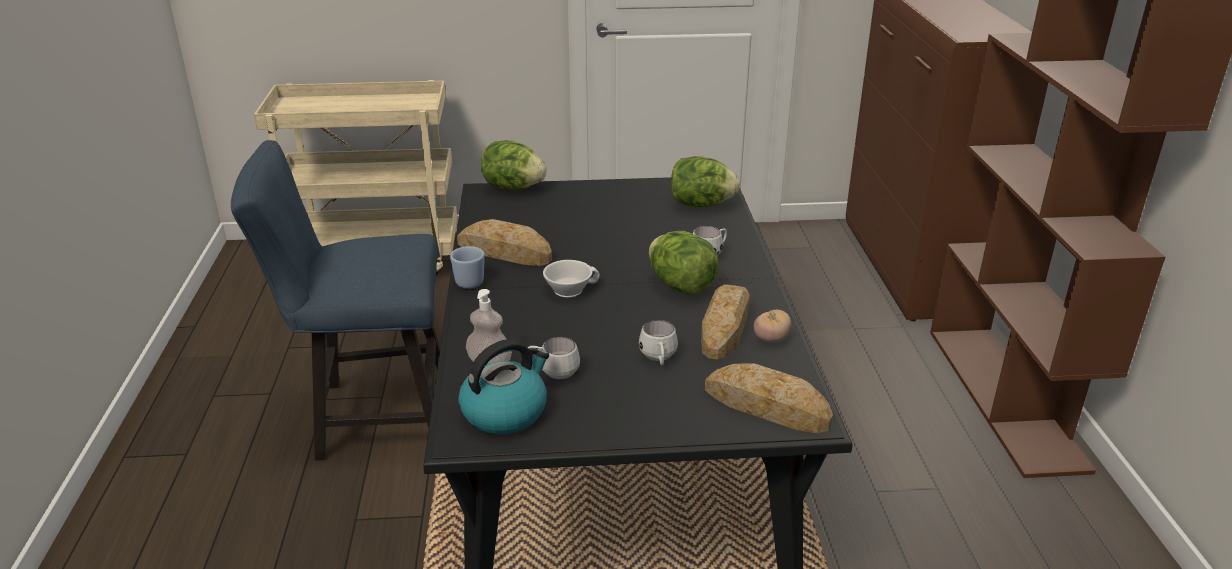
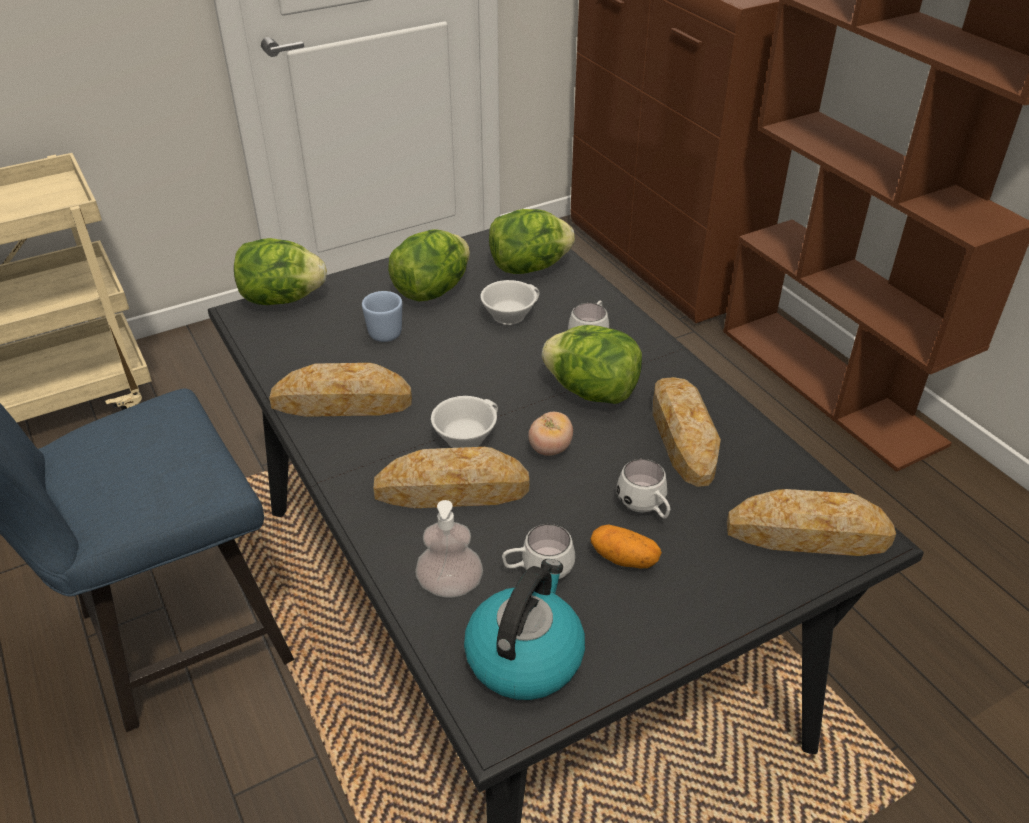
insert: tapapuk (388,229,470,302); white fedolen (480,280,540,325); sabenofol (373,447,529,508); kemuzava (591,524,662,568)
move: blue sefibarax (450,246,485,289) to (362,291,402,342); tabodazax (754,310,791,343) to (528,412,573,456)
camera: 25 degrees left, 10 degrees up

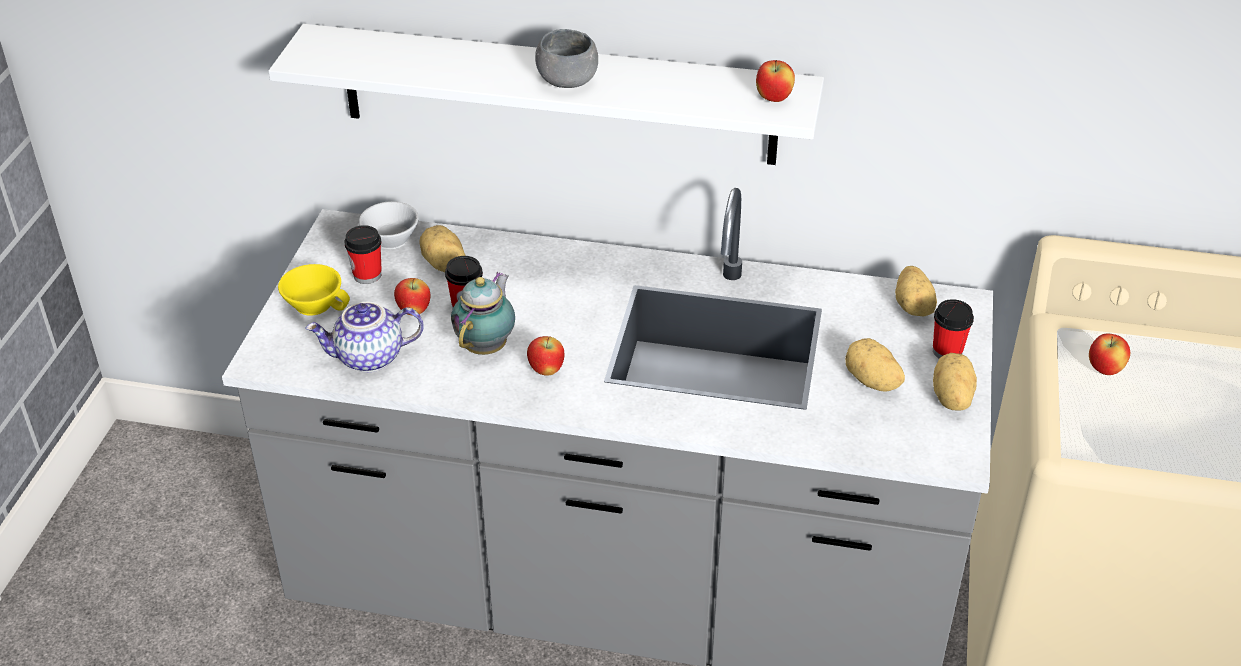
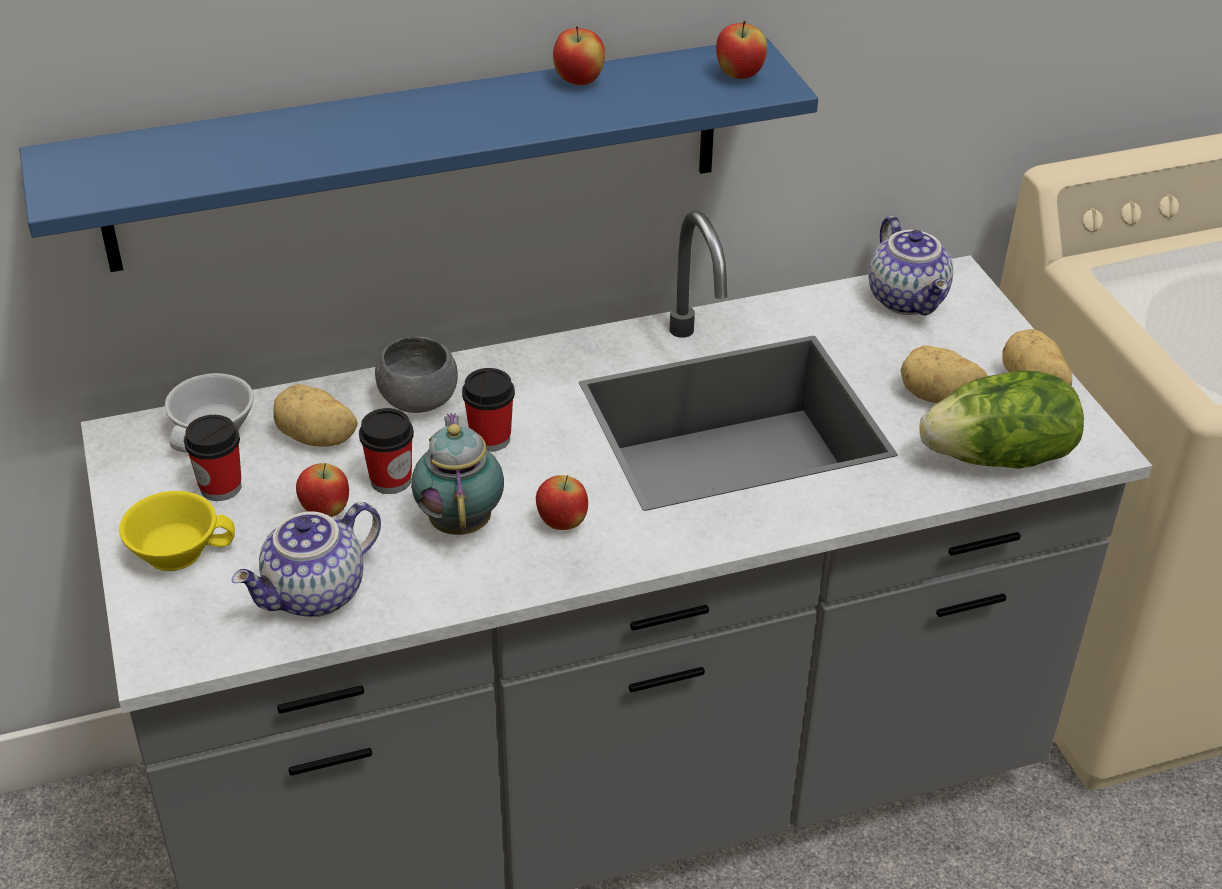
insert: tapapuk (919,371,1084,469)
move: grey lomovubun (535,29,598,88) to (375,337,458,413); fedolen (933,299,974,358) to (462,368,515,452); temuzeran (1089,334,1130,375) to (553,26,605,85)
replace: kemuzava (895,266,937,316) to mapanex (869,216,953,316)
recolor: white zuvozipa (268,24,824,165) to blue zuvozipa (19,37,818,272)
camera: 30 degrees left, 0 degrees up

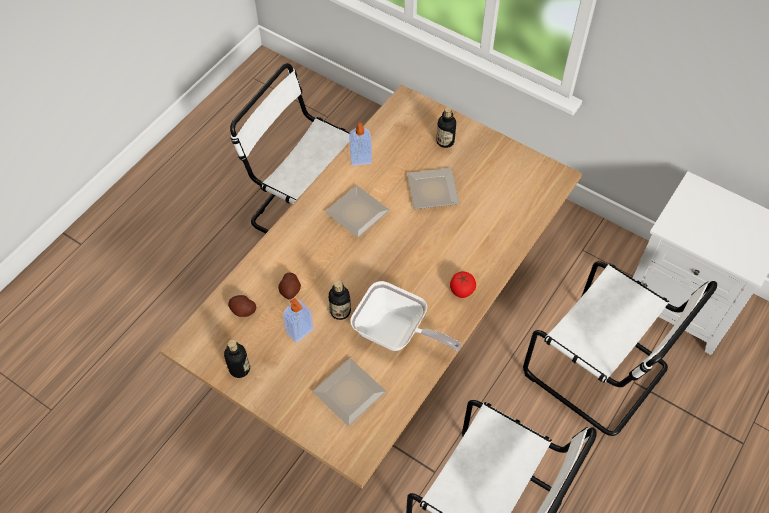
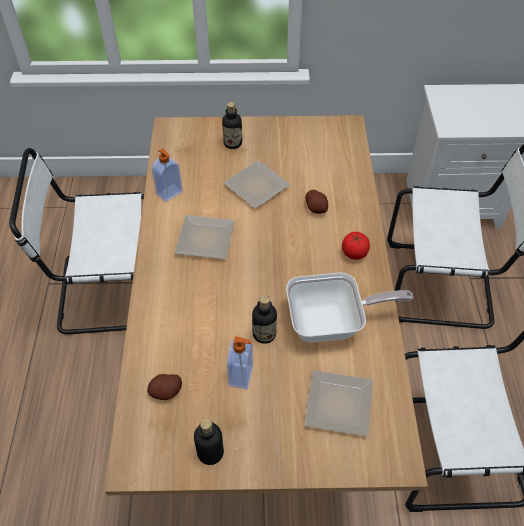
move: kemuzava (278,273,301,299) to (305,190,328,214)
camera: 35 degrees left, 5 degrees down

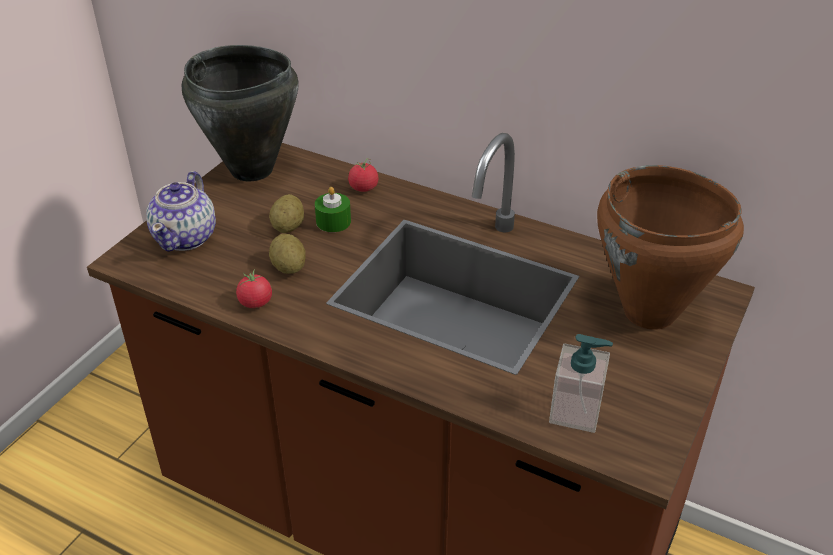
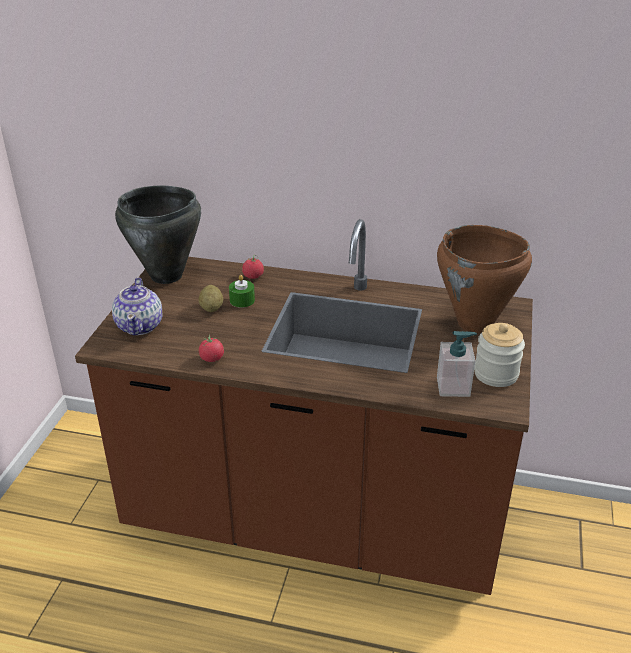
delete: kemuzava (269,234,306,274)
insert: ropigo (474,323,525,387)
camera: 15 degrees left, 5 degrees down

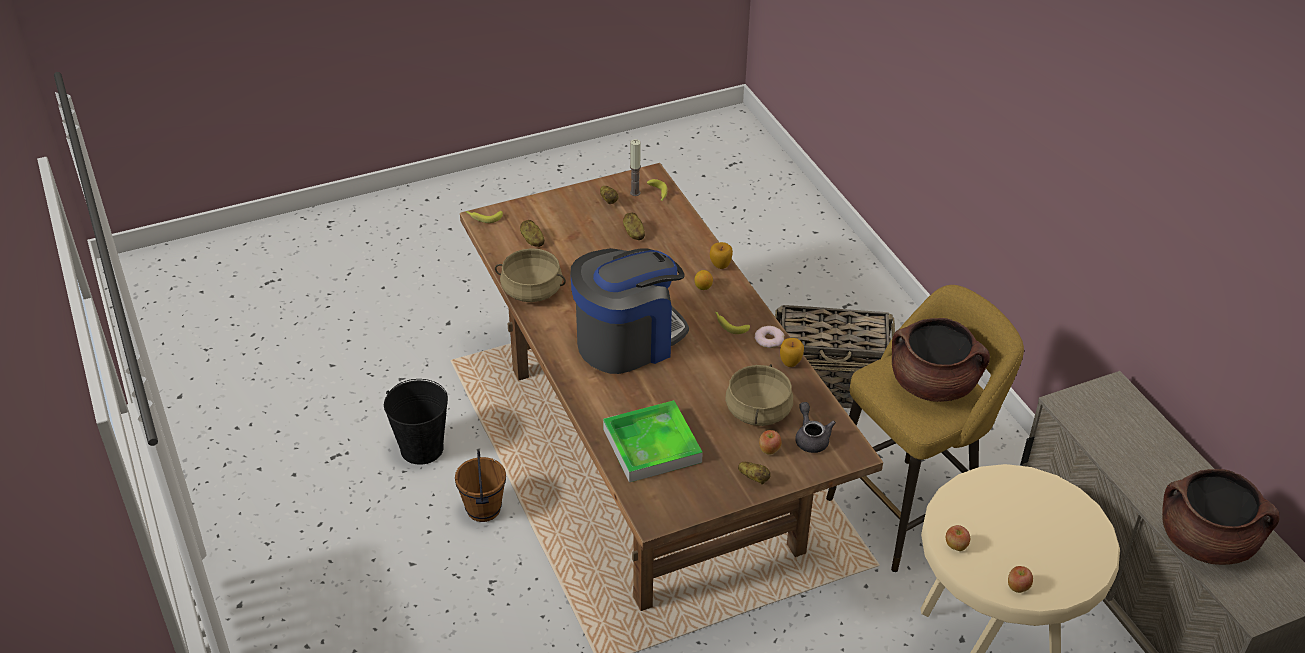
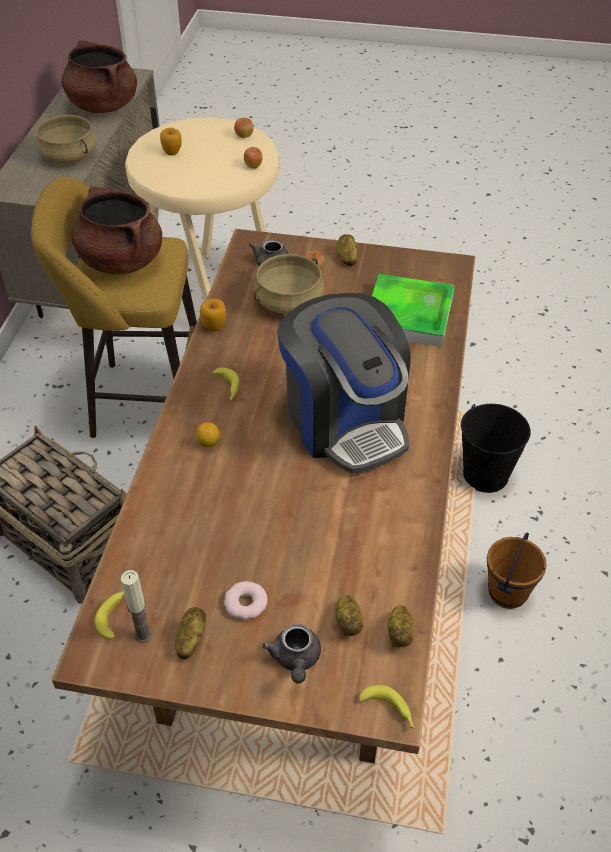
insert: grey mapanex (262,624,321,684)
move: kemuzava (623,213,645,240) to (388,606,415,647); temuzeran (710,242,733,269) to (160,128,182,156); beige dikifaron (495,248,566,302) to (36,115,97,163); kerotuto (755,326,784,348) to (224,581,268,620); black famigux (384,379,448,465) to (461,404,531,493)
rotate: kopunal (571,248,689,374) = (277,293,410,474) 120 degrees counterclockwise
camera: 145 degrees left, 5 degrees up

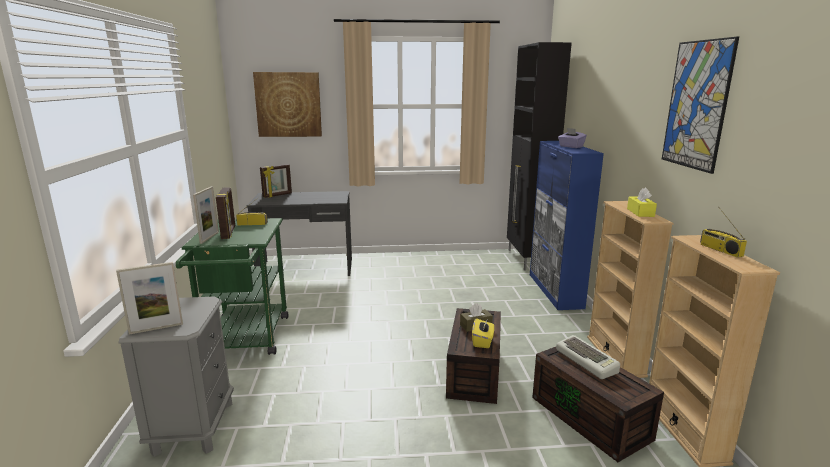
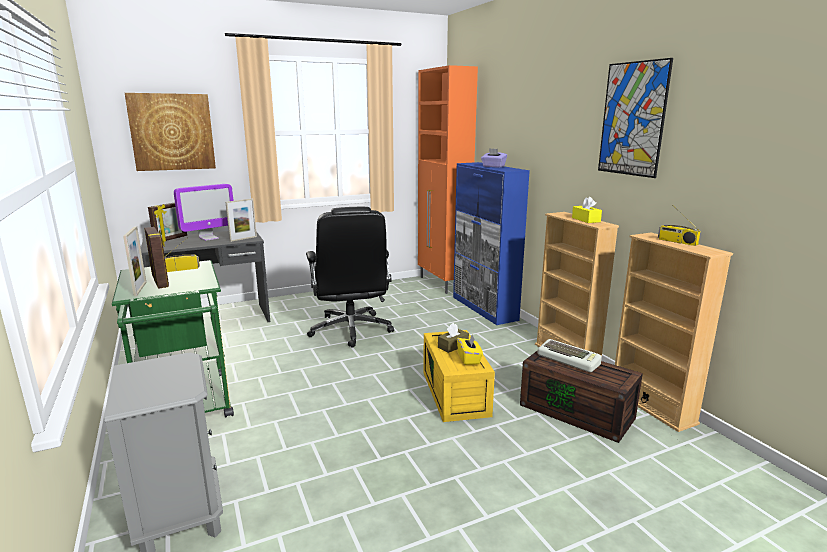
insert: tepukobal (174,184,234,241); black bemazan (306,207,394,348)
move: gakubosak (116,262,183,335) to (225,199,257,242)
recolor: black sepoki (507,42,572,271) to orange sepoki (418,65,478,294); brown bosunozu (446,308,501,404) to yellow bosunozu (423,330,495,422)
camera: 20 degrees left, 0 degrees up

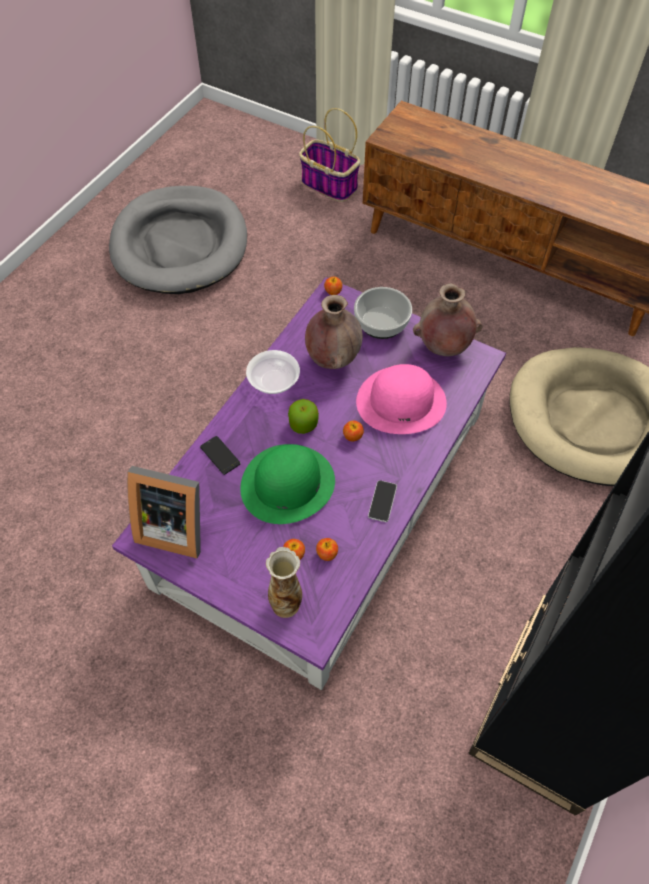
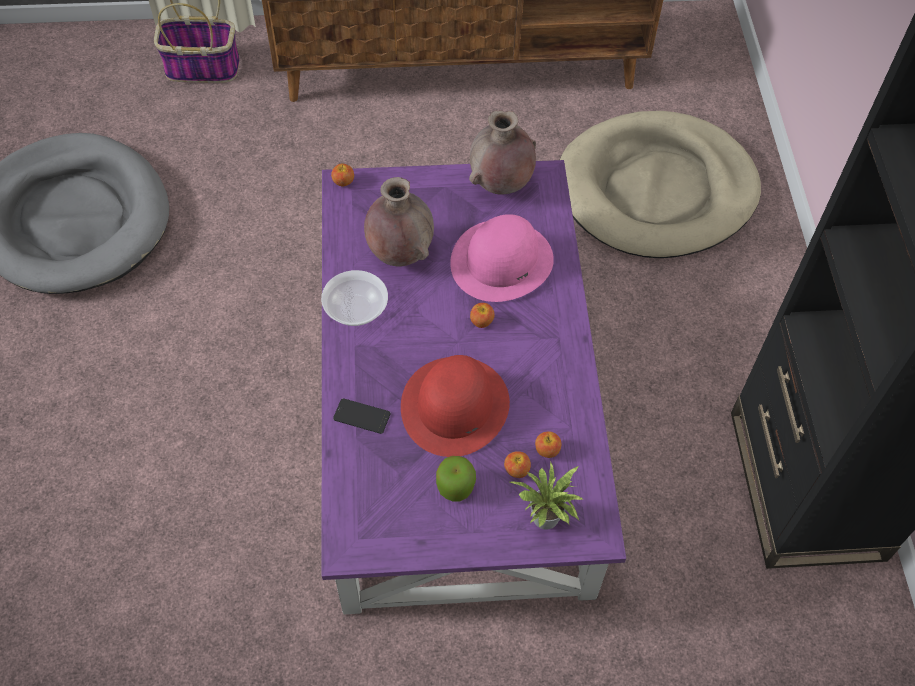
delete: lomovubun (354,287,412,339); gakubosak (127,466,201,558); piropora (368,480,397,522)
move: temuzeran (288,399,319,434) to (436,456,476,501)
replace: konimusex (266,547,302,618) to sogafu (509,462,584,530)
recolor: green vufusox (240,444,335,524) to red vufusox (401,355,510,457)
camera: 35 degrees left, 0 degrees up

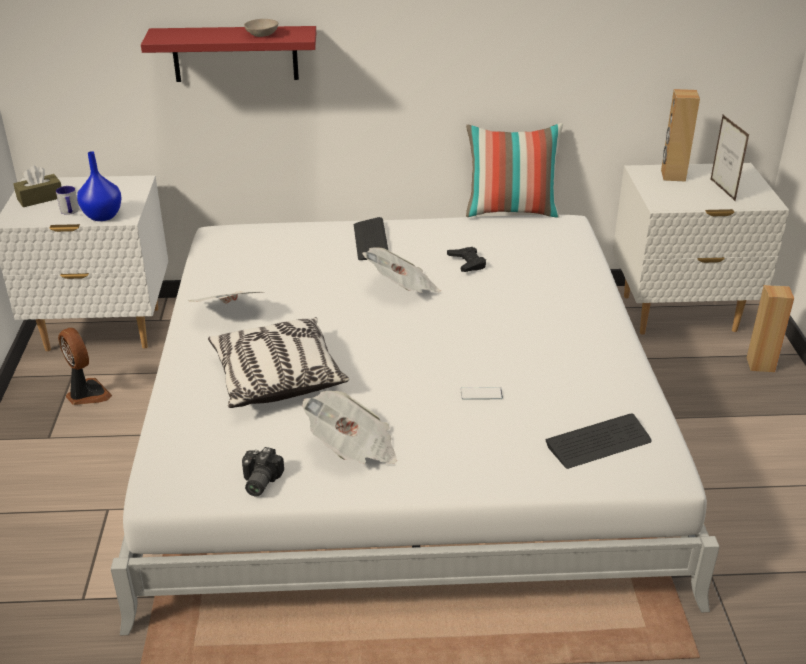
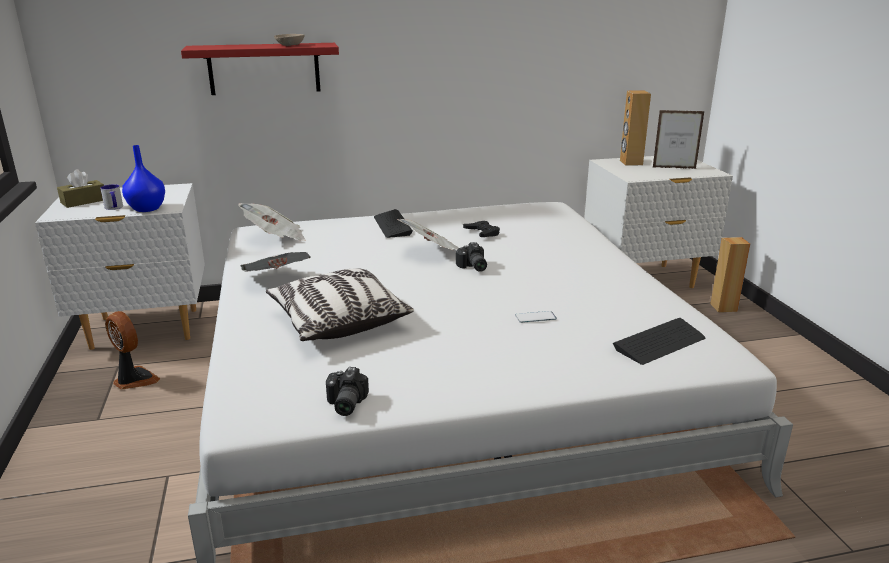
delete: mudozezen (466,123,563,218)
insert: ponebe (456,242,487,272)
move: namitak (302,391,397,464) to (238,203,306,241)
rotate: gakubosak (711,115,749,201) = (653,110,705,169) 120 degrees clockwise
camera: 10 degrees left, 10 degrees down

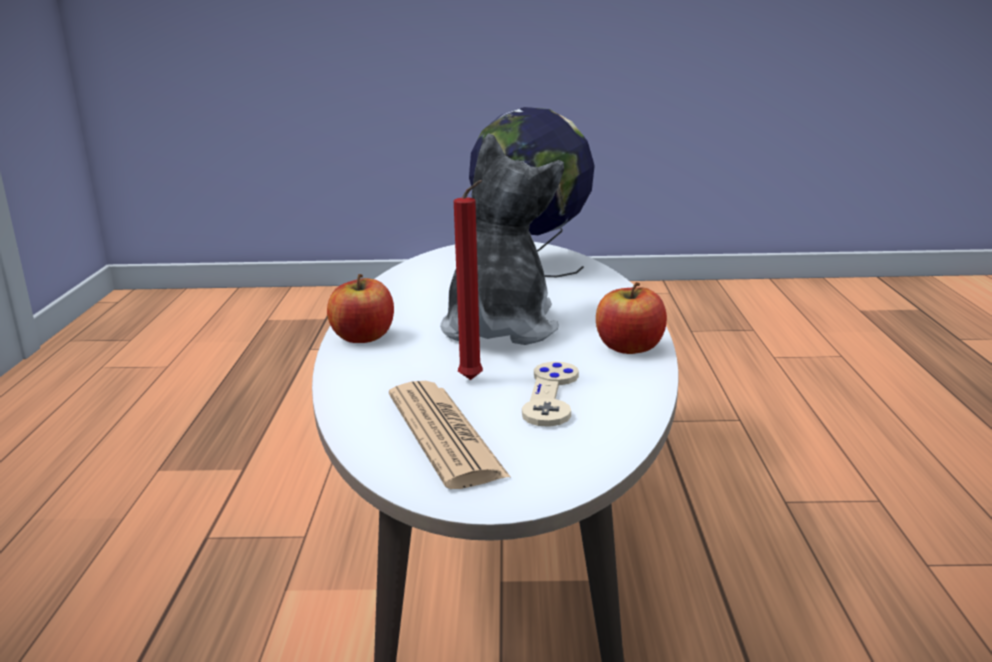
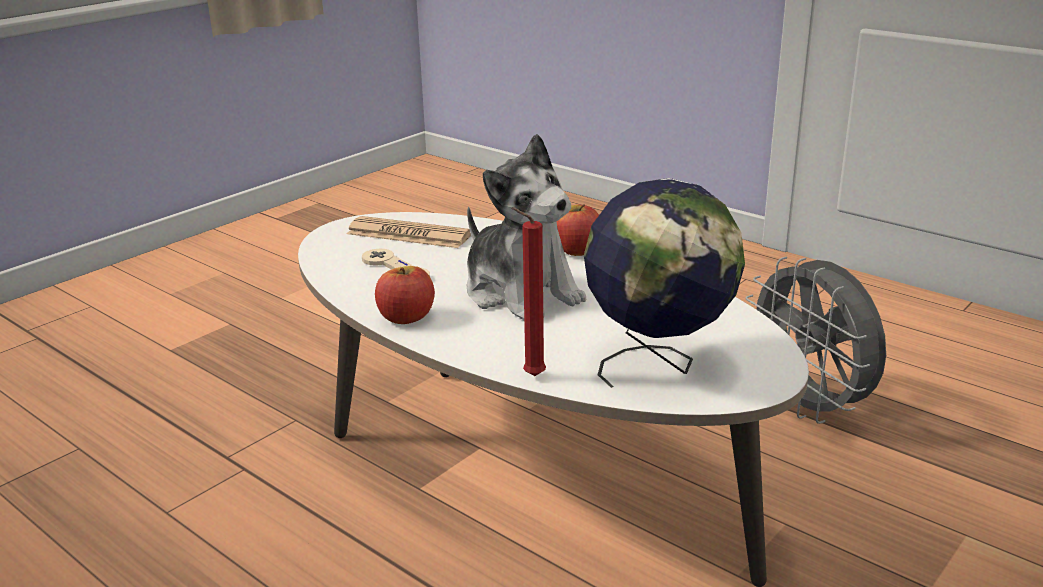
insert: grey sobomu (746,257,886,424)
move: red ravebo (454,180,483,380) to (512,207,546,376)
camera: 130 degrees right, 5 degrees up

